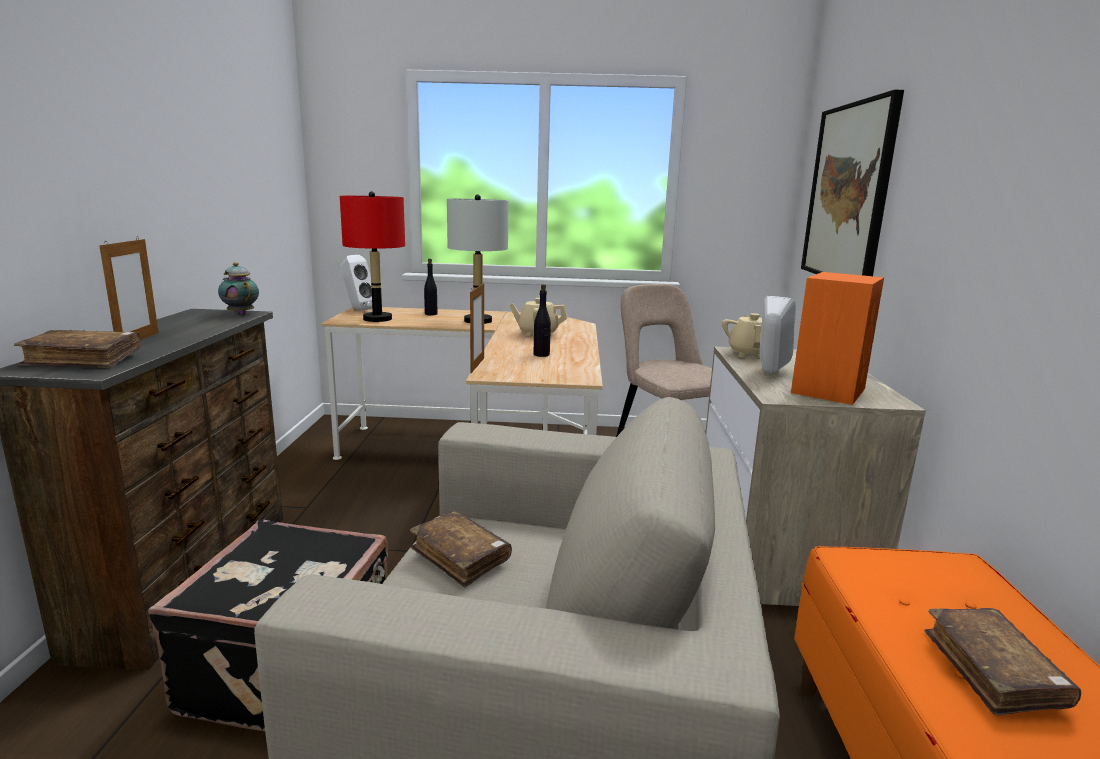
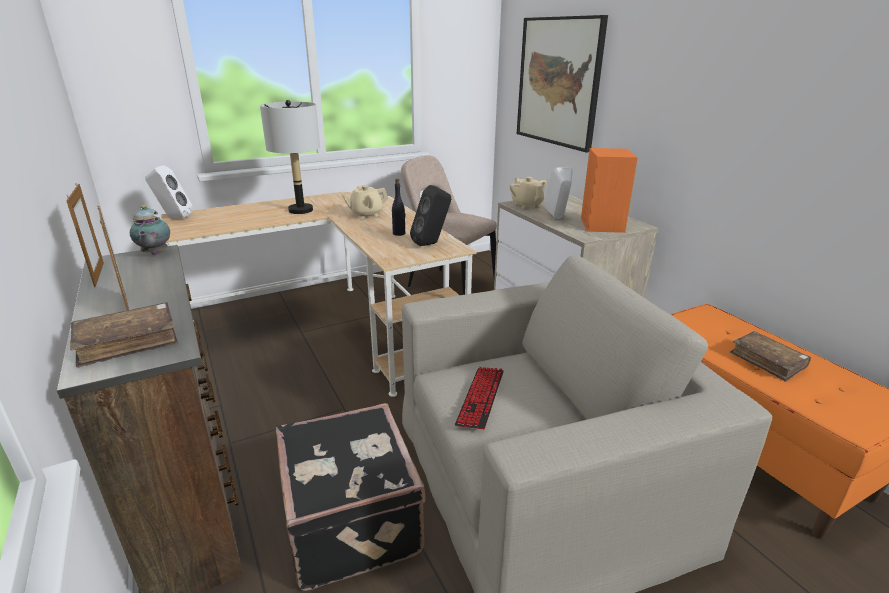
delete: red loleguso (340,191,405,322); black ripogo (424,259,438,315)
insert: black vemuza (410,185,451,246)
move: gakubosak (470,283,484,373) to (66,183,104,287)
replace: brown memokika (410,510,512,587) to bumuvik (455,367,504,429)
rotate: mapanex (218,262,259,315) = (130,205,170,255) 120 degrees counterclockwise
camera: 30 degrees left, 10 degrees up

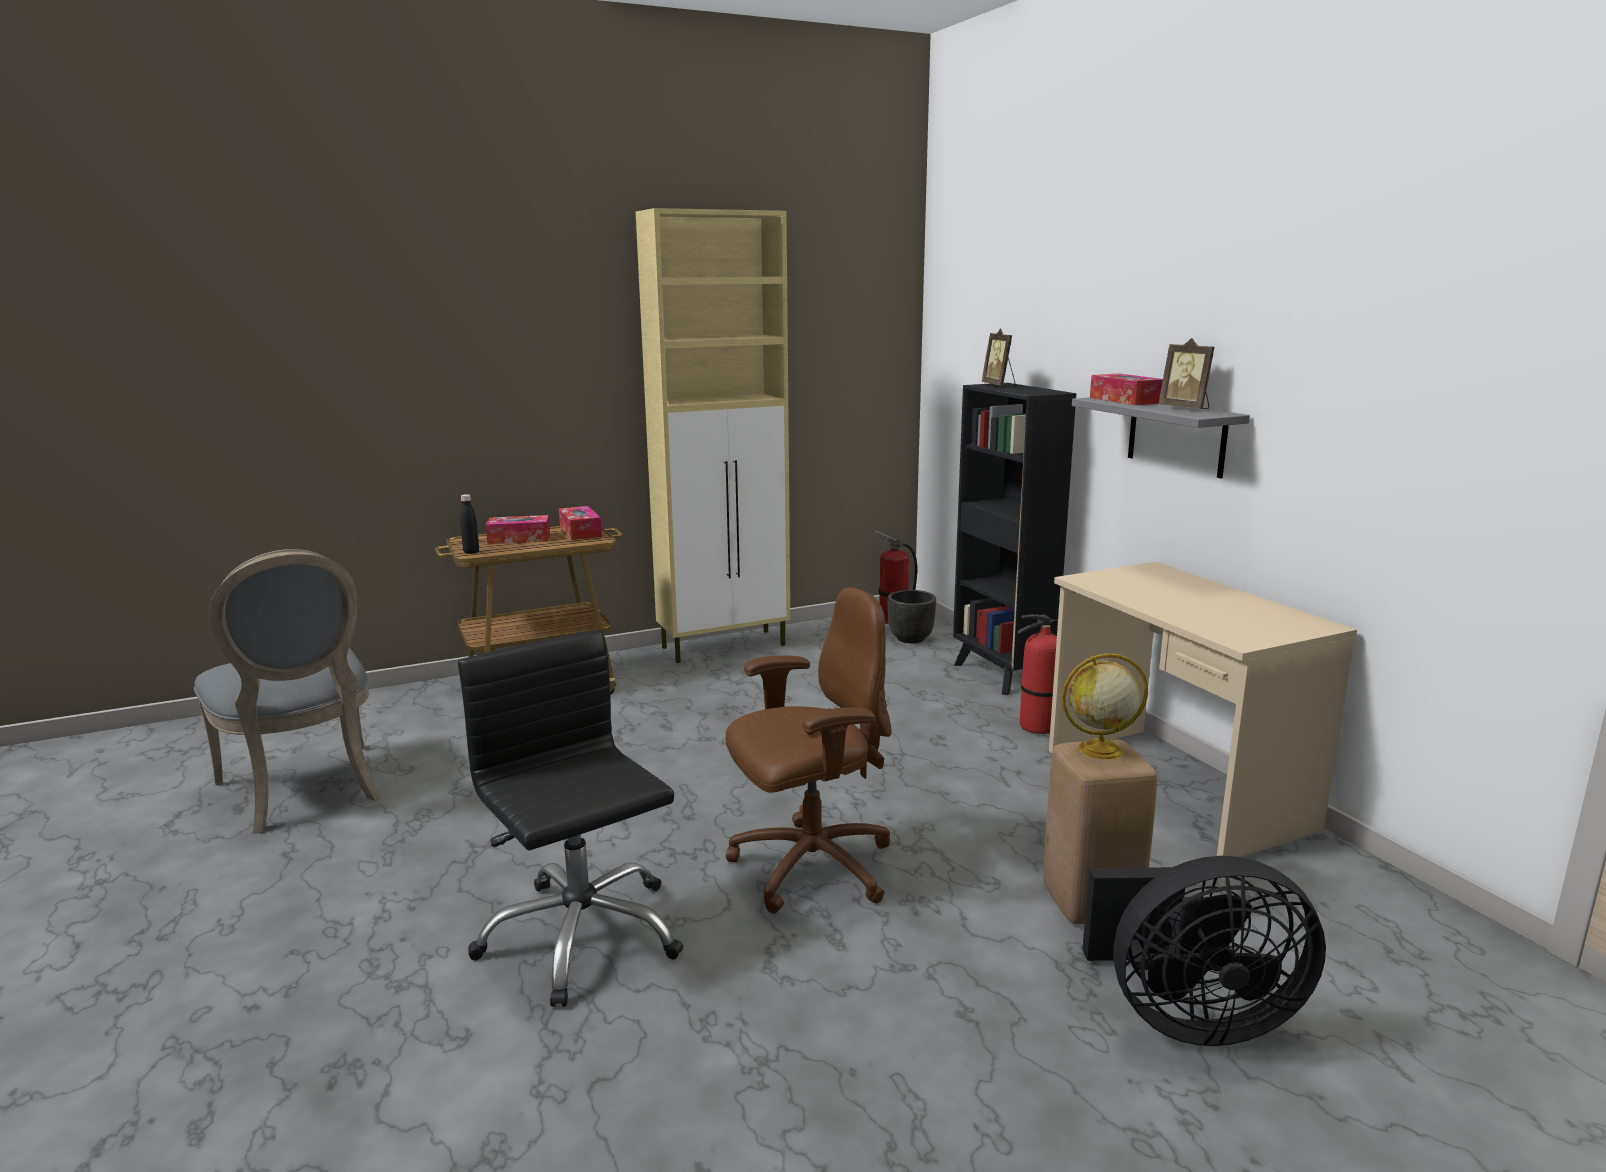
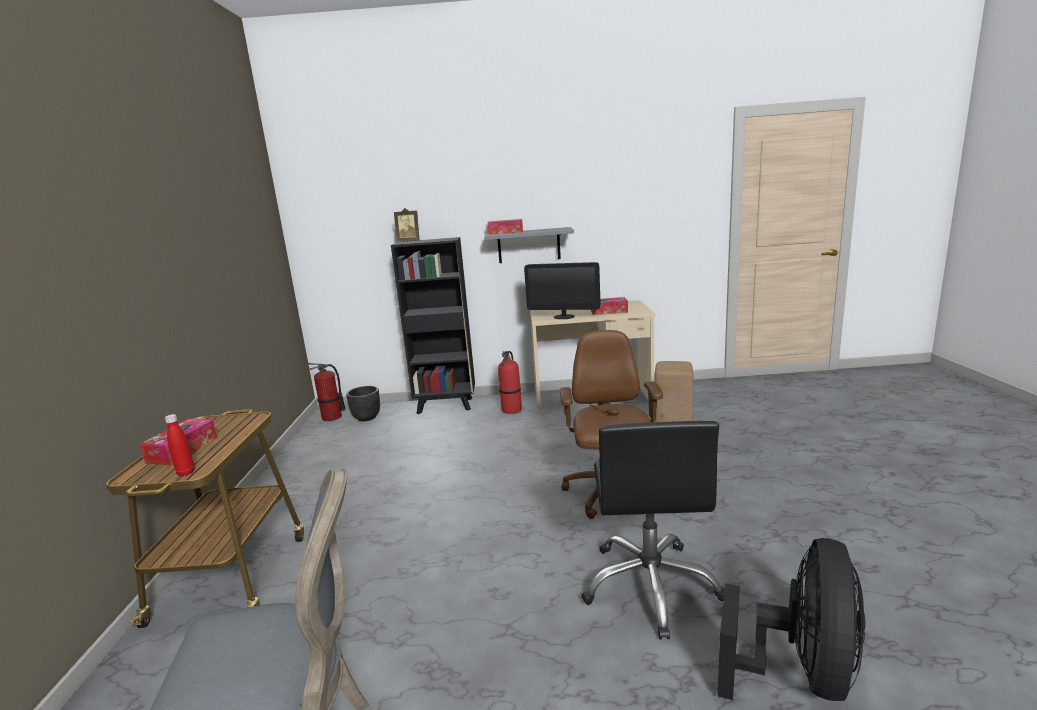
delete: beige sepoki (636,208,790,663); gakubosak (1158,338,1214,409); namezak (1062,653,1148,760)
insert: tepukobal (524,262,600,319)
move: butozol (559,506,602,540) to (591,297,628,315); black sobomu (1082,856,1326,1046) to (717,538,865,701)
recolor: black ripogo (460,494,479,554) to red ripogo (165,414,195,476)
rotate: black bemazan (458,629,684,1007) = (581,421,725,639) 75 degrees counterclockwise
camera: 65 degrees left, 0 degrees up

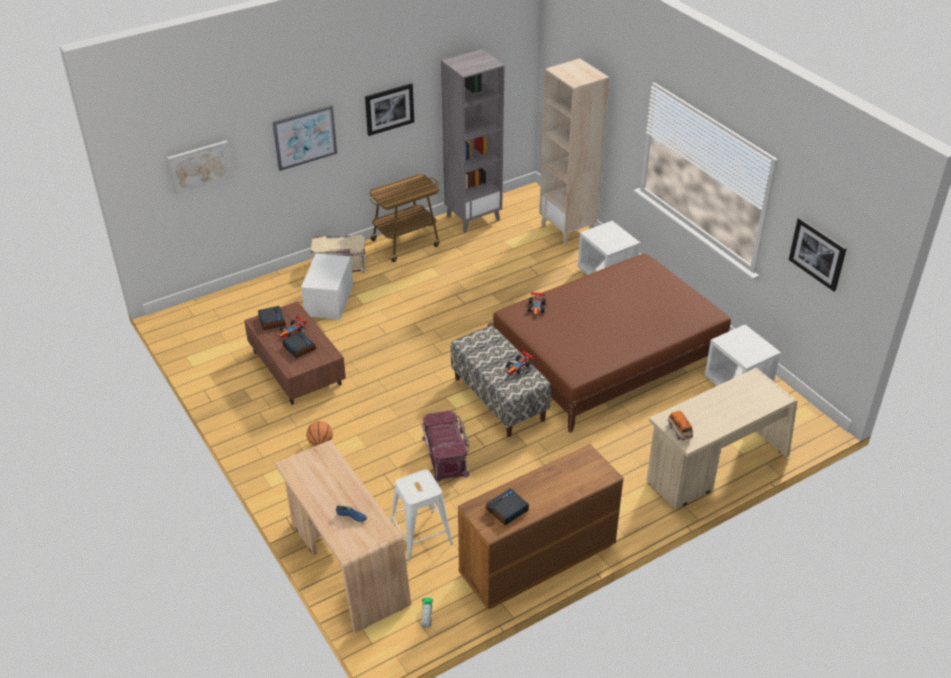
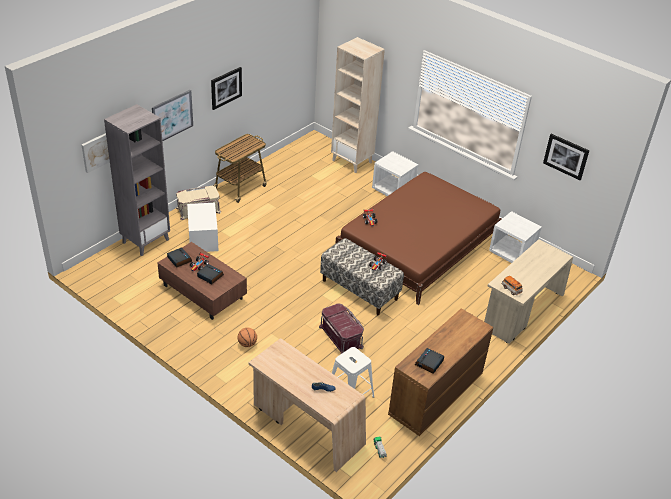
move: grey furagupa (441,49,505,233) to (104,104,170,256)
camera: 20 degrees left, 0 degrees up

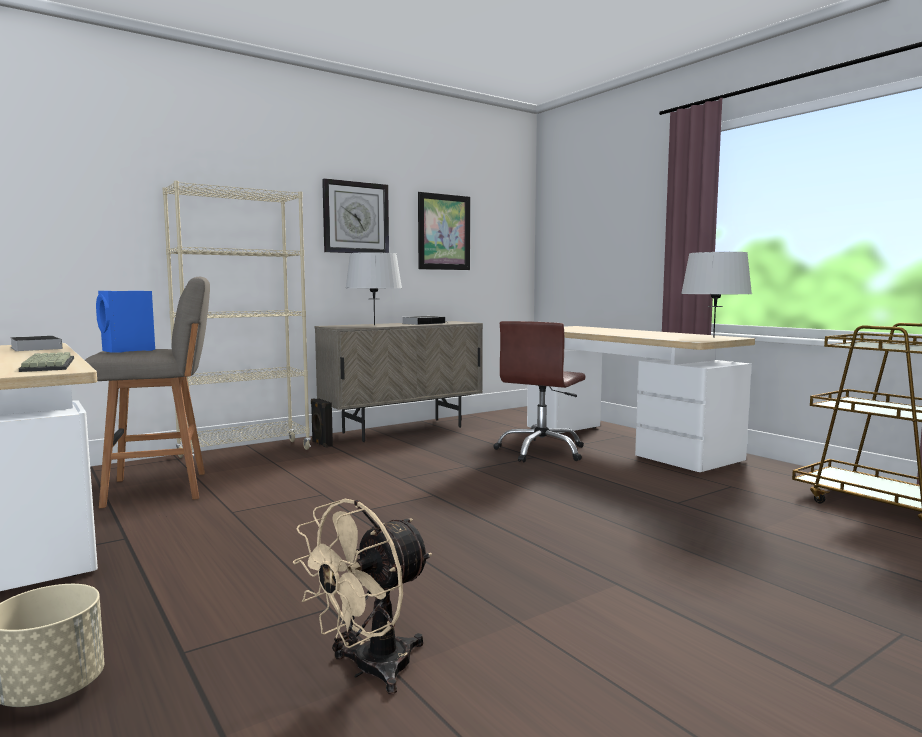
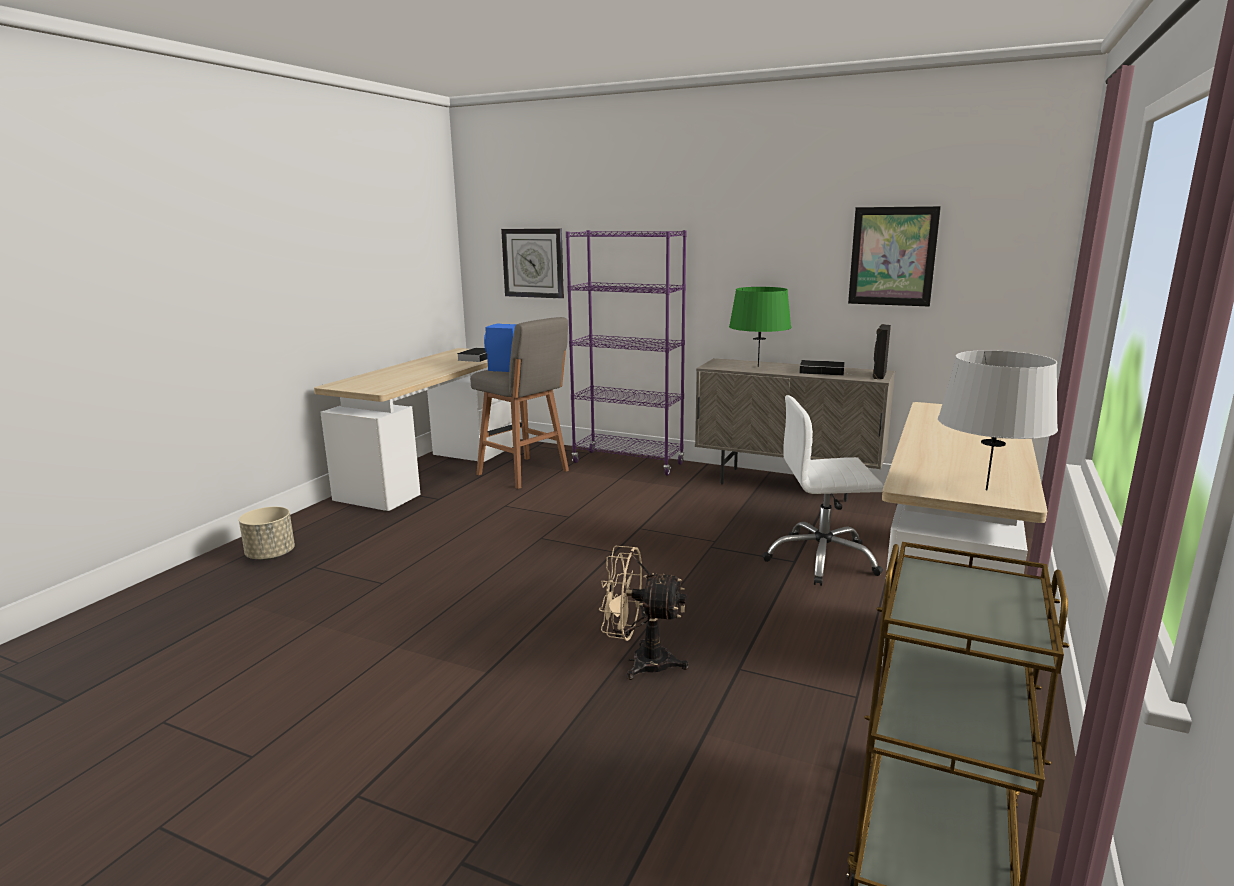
delete: bumuvik (19,352,74,372)
move: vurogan (322,178,389,253) to (501,229,564,298); black vemuza (311,398,333,448) to (873,324,891,379); beige sobomu (293,498,432,694) to (599,546,688,680)
recolor: beige furagupa (163,181,311,458) to purple furagupa (566,230,687,476); grey loleguso (346,252,402,325) to green loleguso (729,287,791,367); brown bemazan (494,321,586,462) to white bemazan (762,395,884,586)
camera: 60 degrees right, 10 degrees up

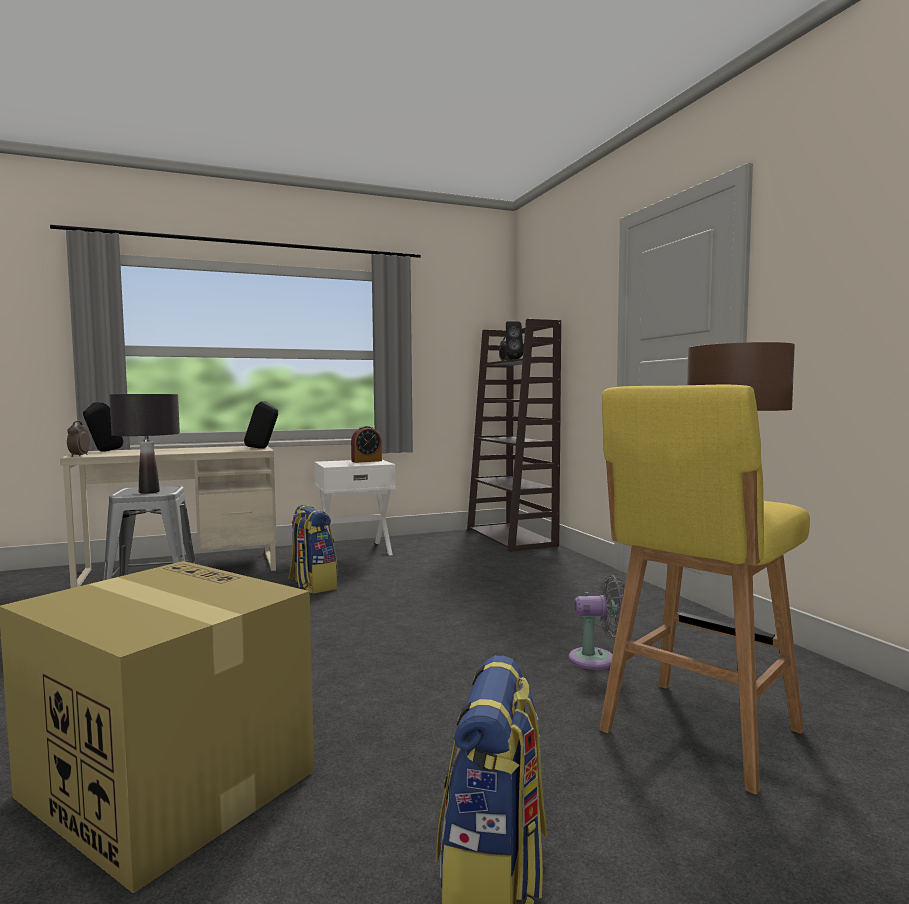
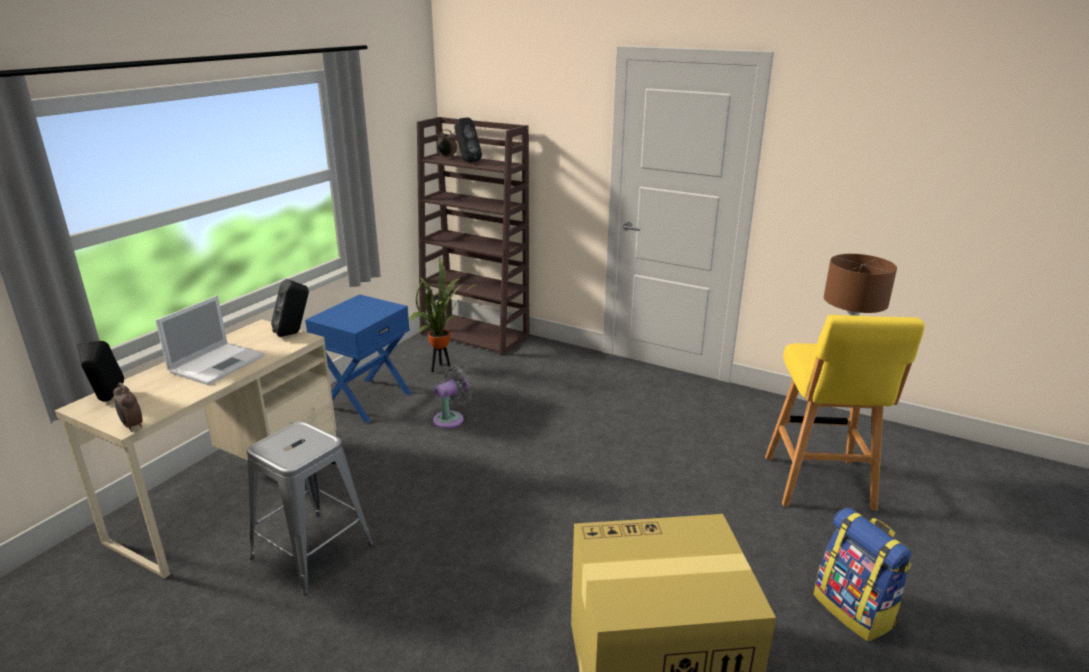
delete: black loleguso (109,394,180,494); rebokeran (351,426,382,463); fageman (289,505,338,594)
insert: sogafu (409,257,479,372); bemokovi (155,296,265,385)
move: grey sobomu (569,575,625,670) to (433,365,472,428)
recolor: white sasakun (314,460,396,555) to blue sasakun (305,294,412,423)
camera: 40 degrees left, 20 degrees up

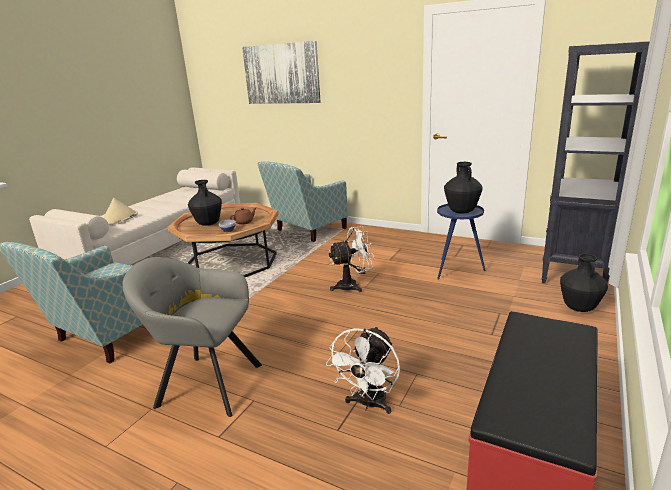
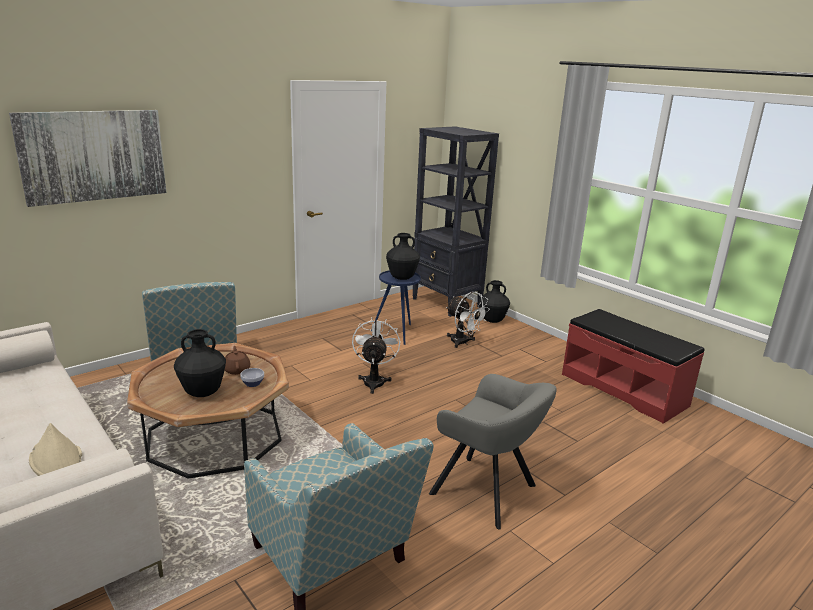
move: white sobomu (326,326,400,414) to (446,292,490,348)
rotate: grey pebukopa (122,257,262,417) = (429,374,557,530) 90 degrees counterclockwise
camera: 70 degrees left, 0 degrees up

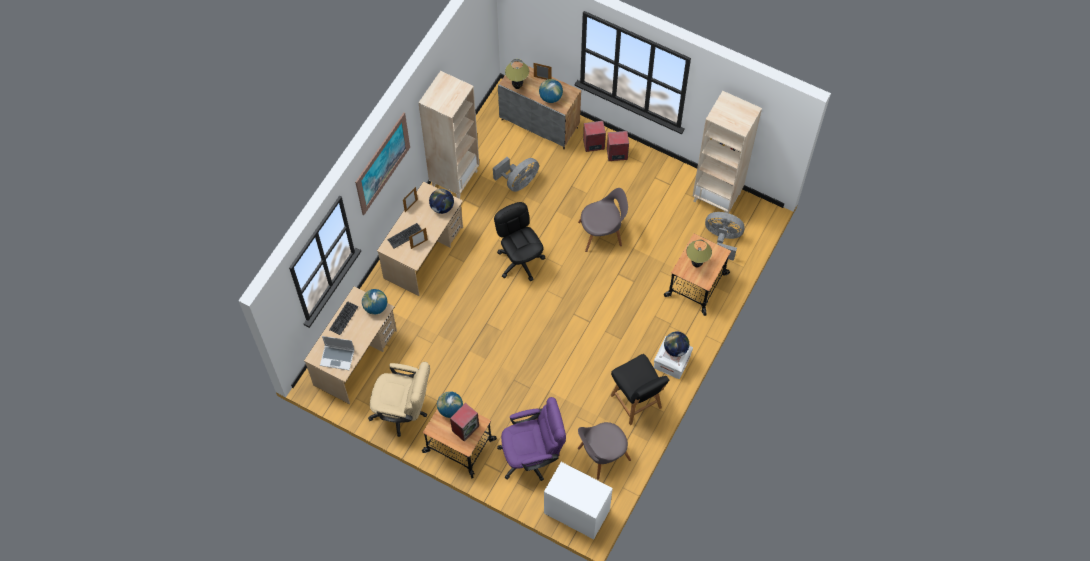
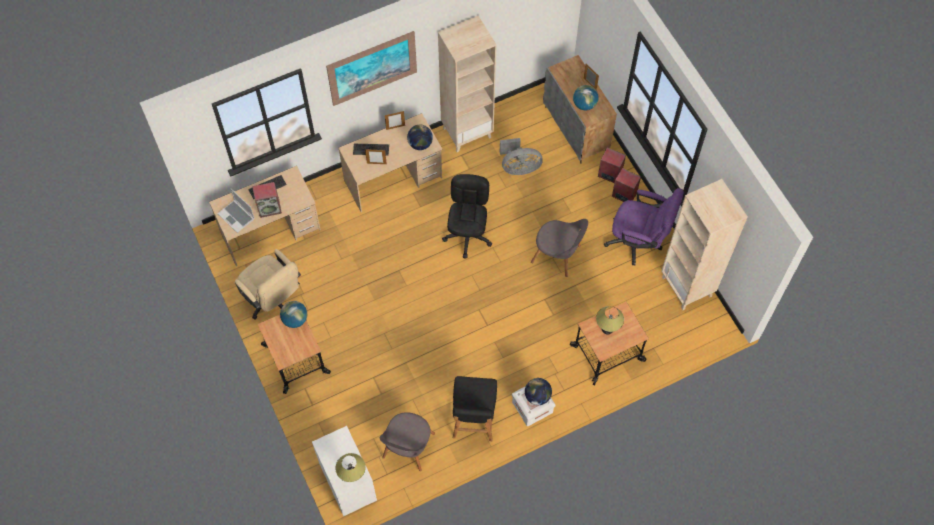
delete: grey sobomu (705,212,745,261); namezak (362,289,387,315)
move: loleguso (505,59,529,89) to (336,453,366,482); purple bemazan (497,397,566,481) to (604,188,684,265); vemuza (450,403,479,441) to (252,182,282,218)
rotate: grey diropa (578,422,631,480) = (380,412,435,471) 75 degrees counterclockwise
camera: 35 degrees right, 0 degrees up

